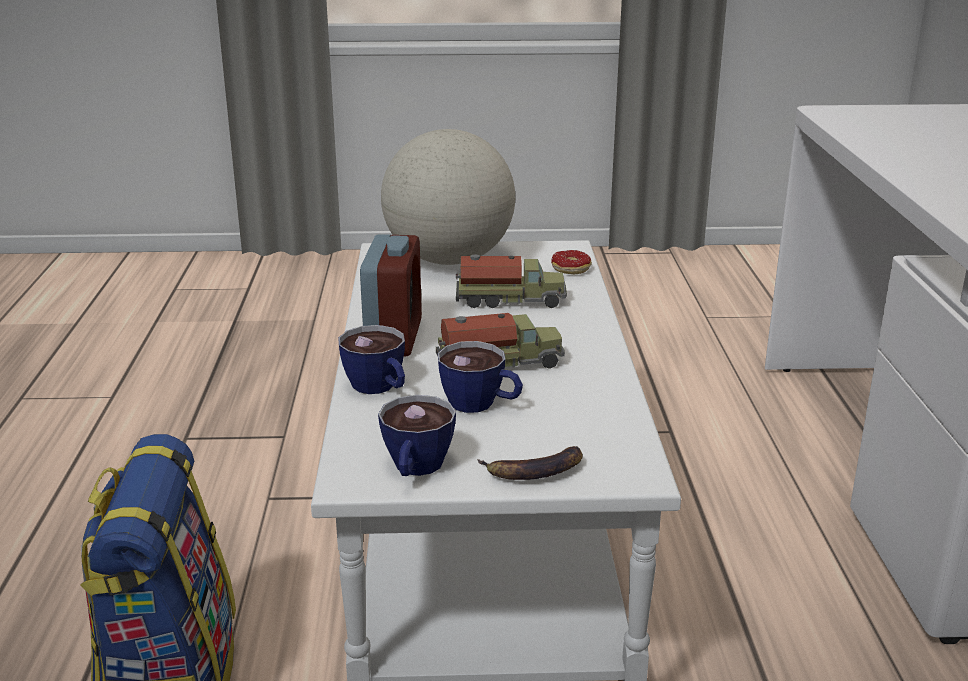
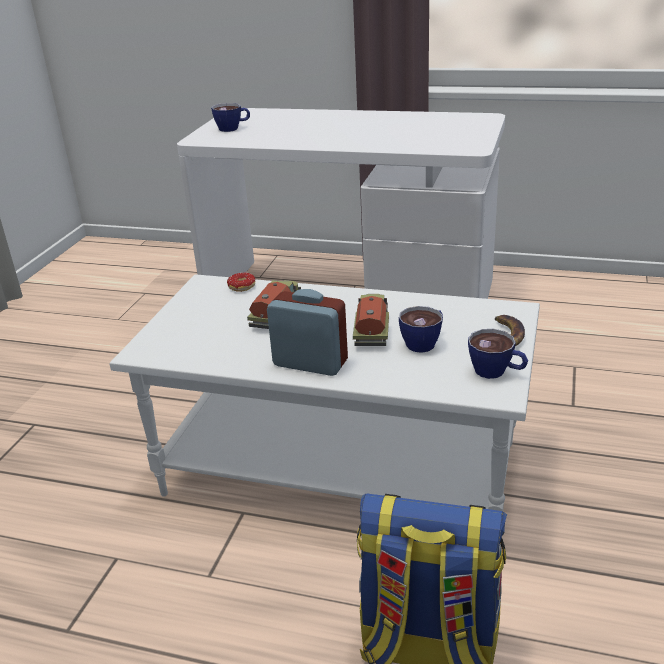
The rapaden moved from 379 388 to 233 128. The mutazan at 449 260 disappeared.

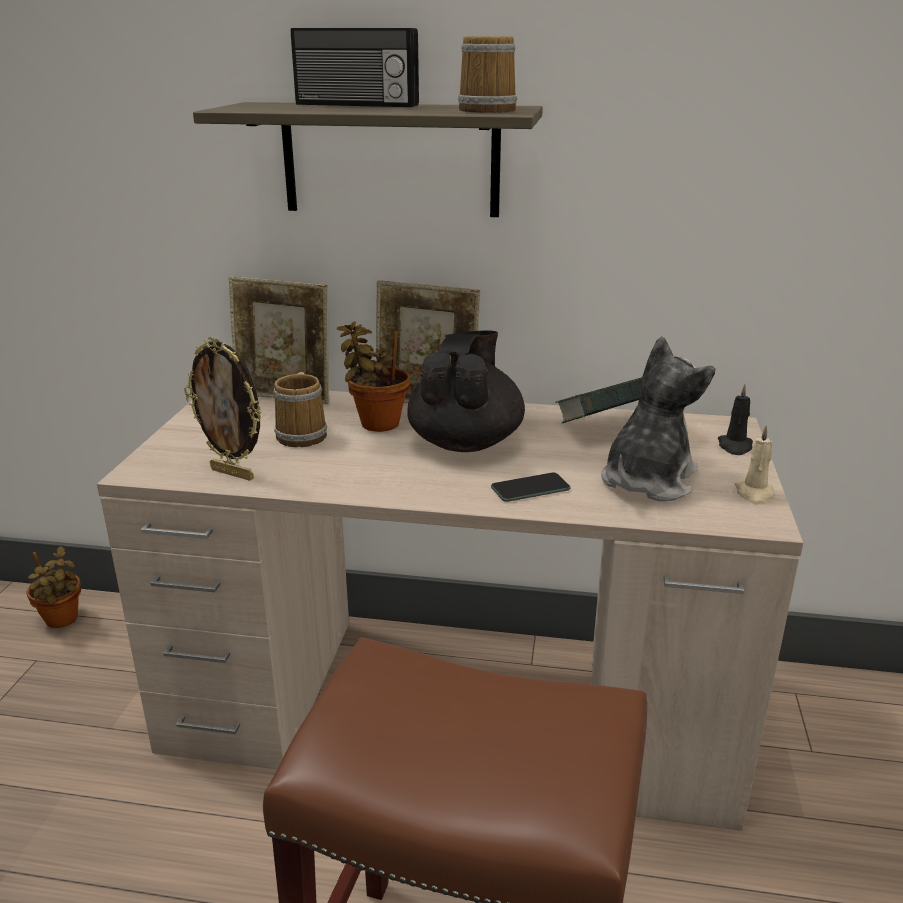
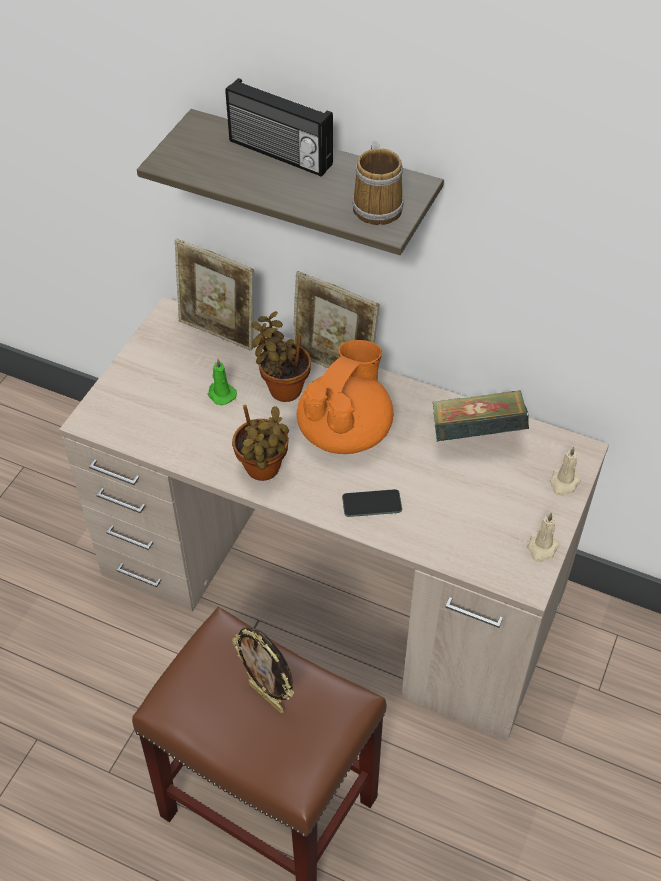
The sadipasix moved from 62 621 to 263 471. The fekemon moved from 233 473 to 267 697. The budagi at 303 434 was replaced by the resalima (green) at 221 394. The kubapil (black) at 465 442 became the kubapil (orange) at 345 431. The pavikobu at 647 480 disappeared. The resalima (black) at 735 446 became the resalima (beige) at 563 483.

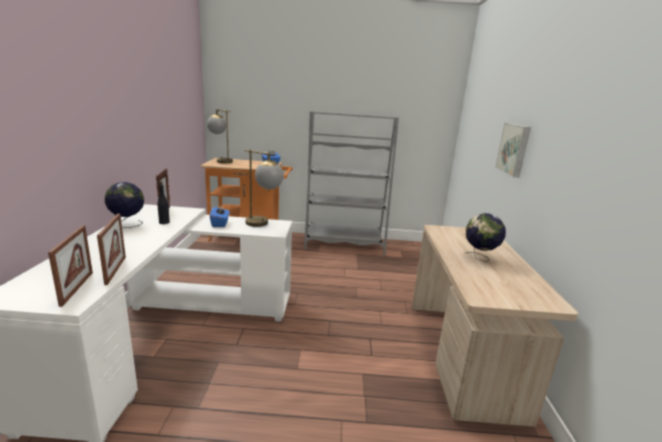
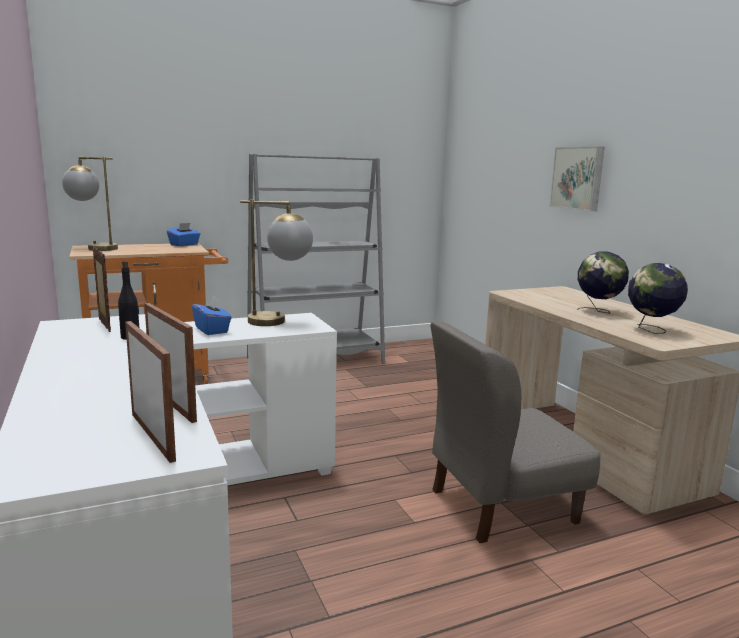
The mutazan moved from 127 225 to 651 330. The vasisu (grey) at 501 505 appeared.

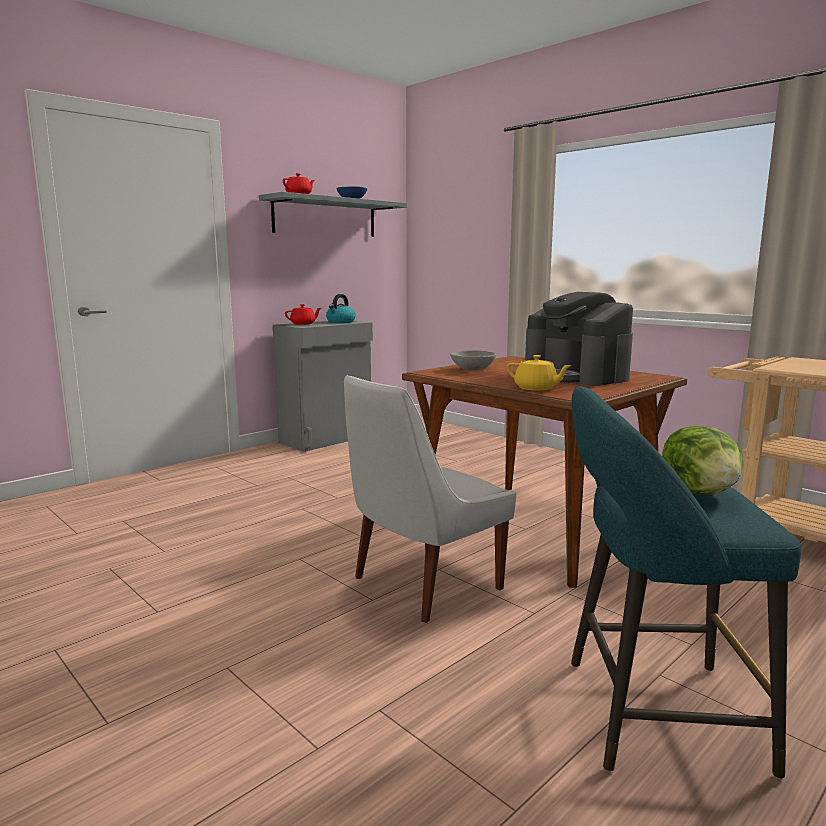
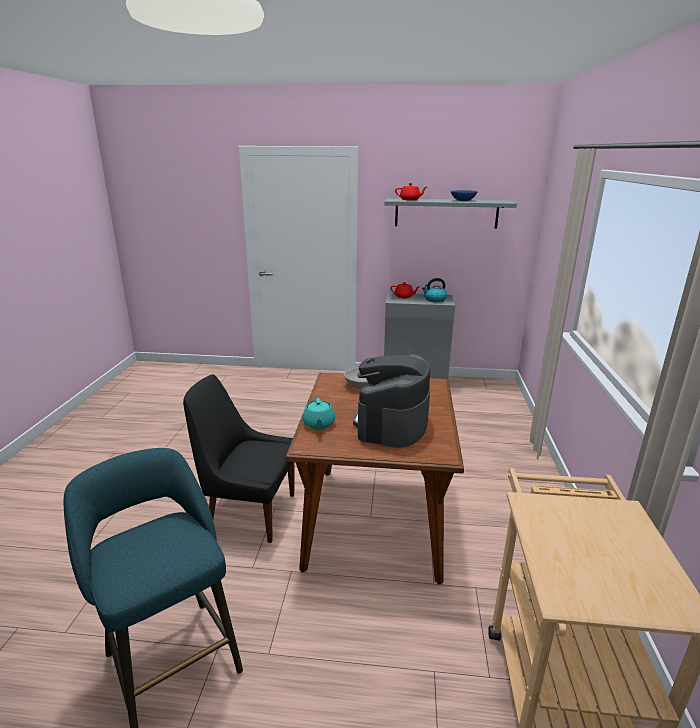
The vasisu (white) at 422 585 became the vasisu (black) at 249 512. The kubapil (yellow) at 536 388 became the kubapil (turquoise) at 318 424. The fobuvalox at 700 492 disappeared.

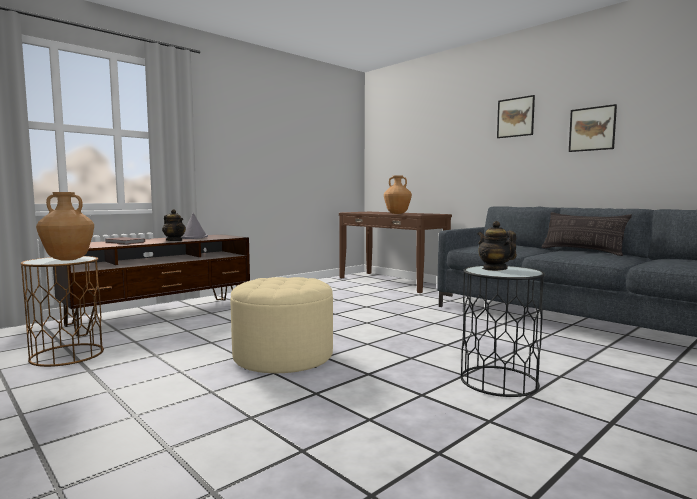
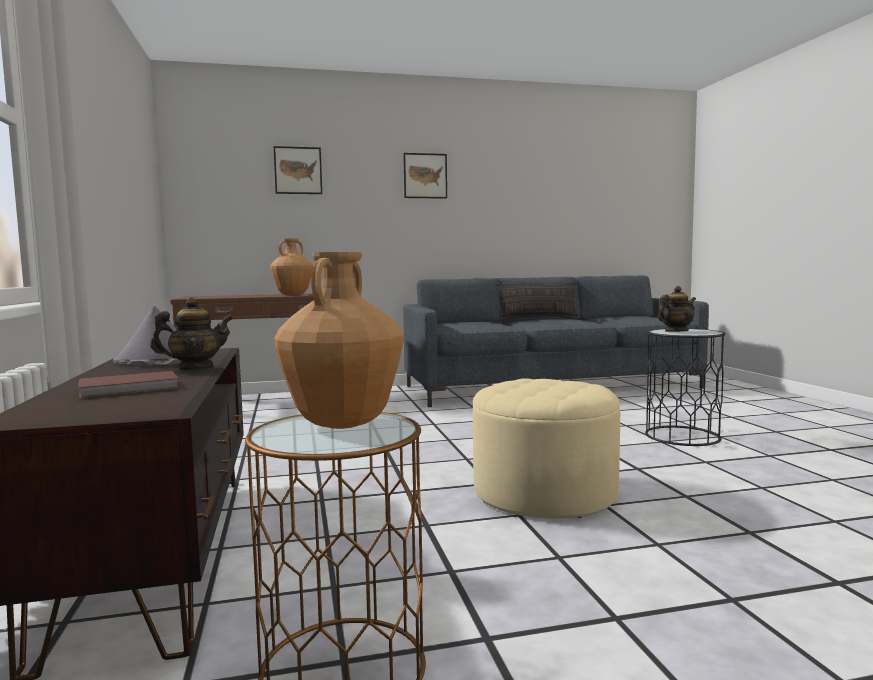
The kubapil at 494 269 turned 150 degrees clockwise. The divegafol moved from 592 129 to 298 170.

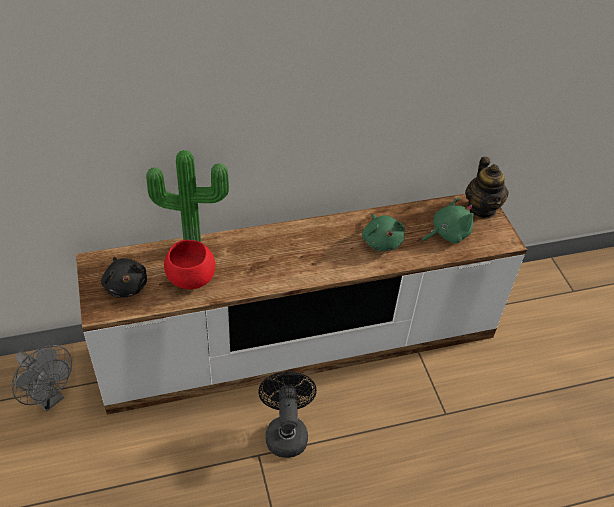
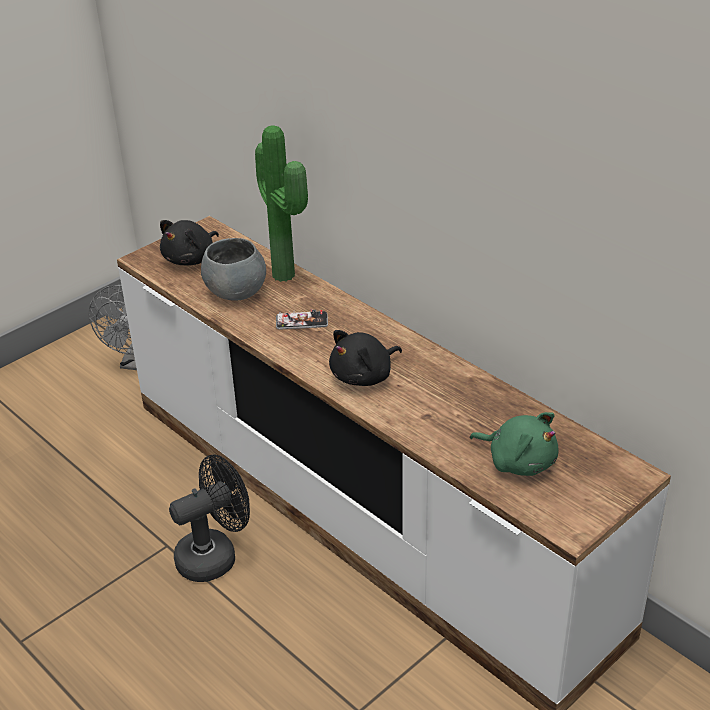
The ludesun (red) at 190 278 became the ludesun (grey) at 236 292. The pavikobu (green) at 381 241 disappeared. The kubapil at 482 208 disappeared. The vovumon at 302 321 appeared. The pavikobu (black) at 364 376 appeared.

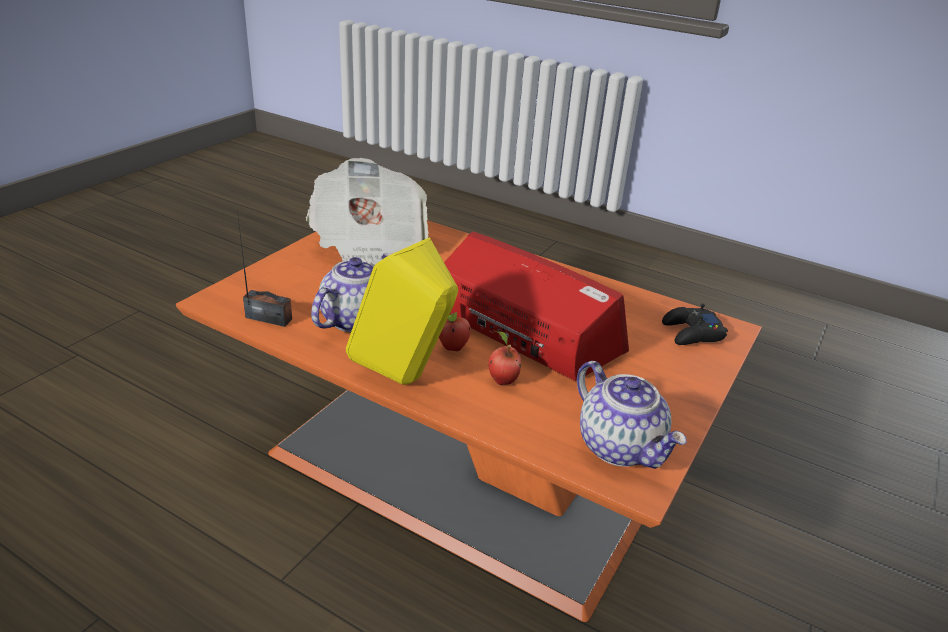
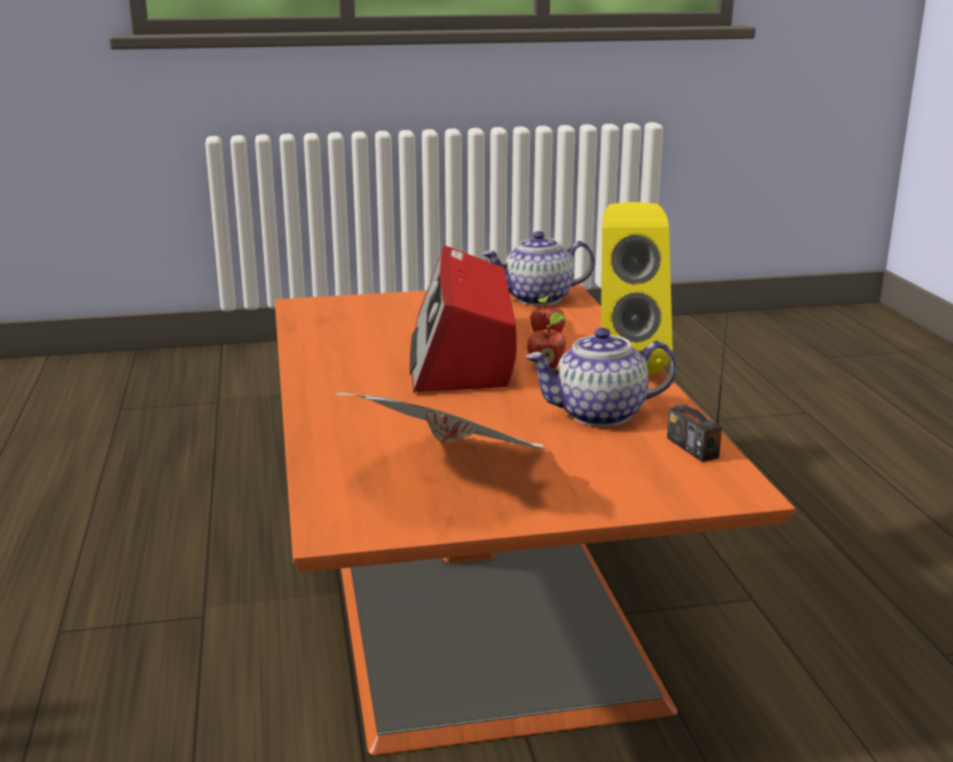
The kubapil at 621 447 turned 120 degrees counterclockwise. The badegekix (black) at 692 333 disappeared.

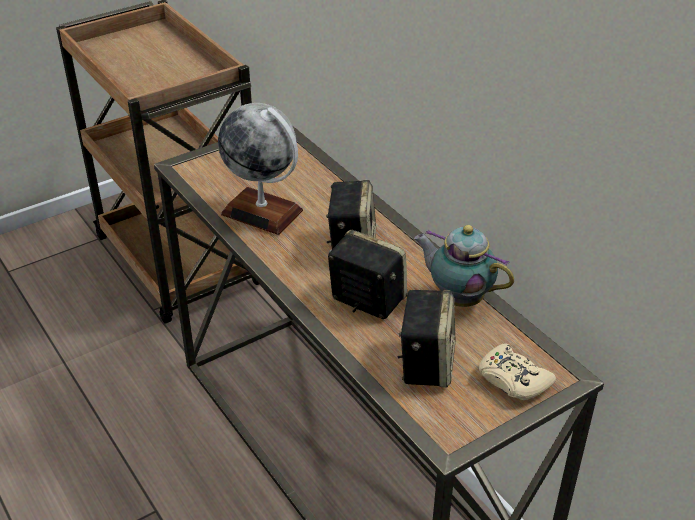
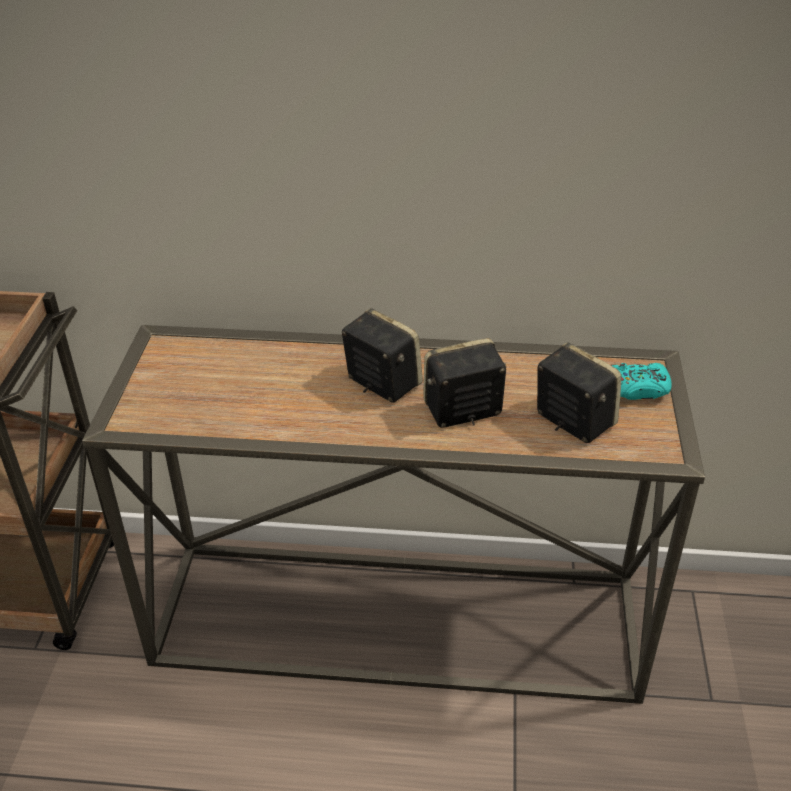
The mutazan at 262 212 disappeared. The kubapil at 458 298 disappeared. The badegekix (beige) at 513 379 became the badegekix (turquoise) at 636 388.

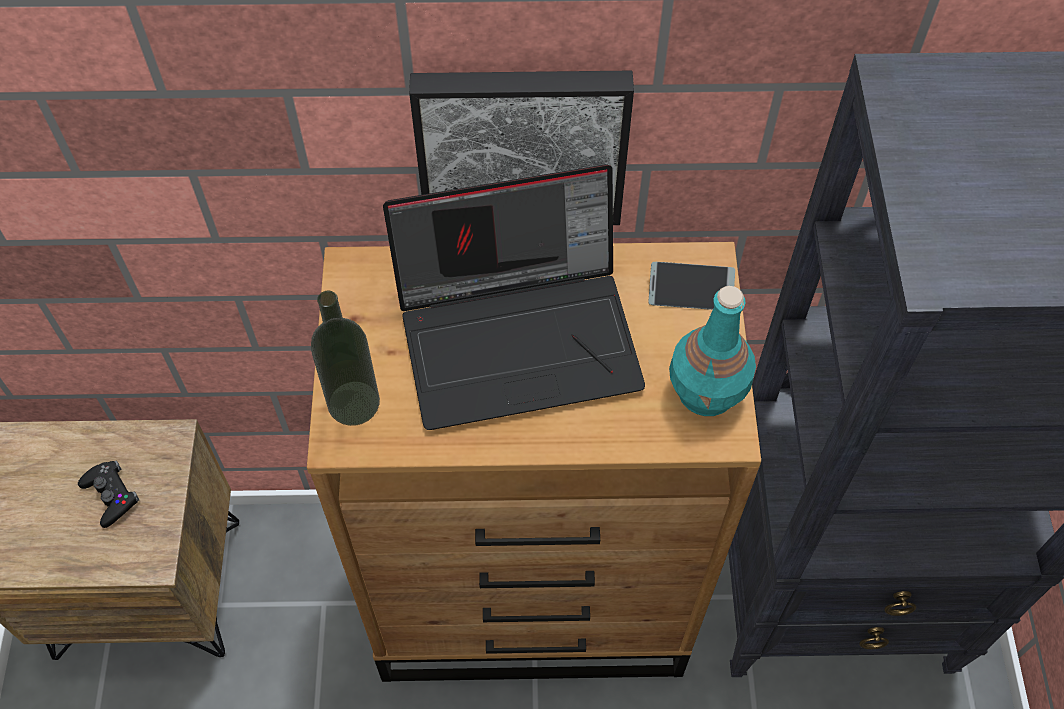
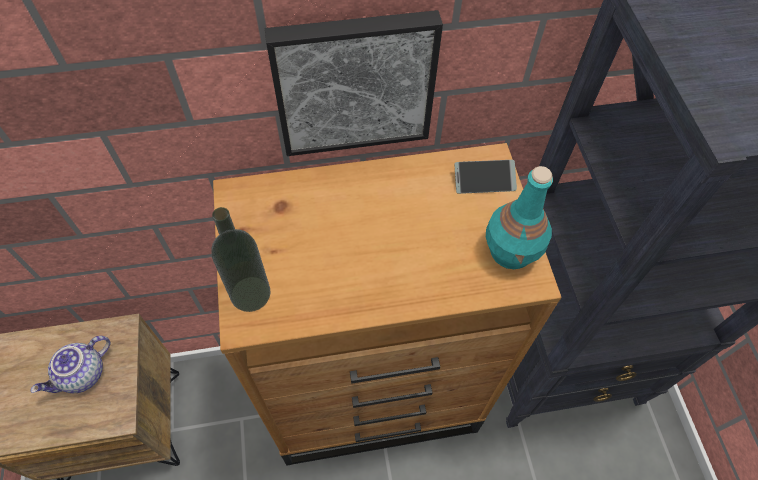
The badegekix (black) at 111 495 was replaced by the kubapil at 83 375. The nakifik at 521 334 disappeared.

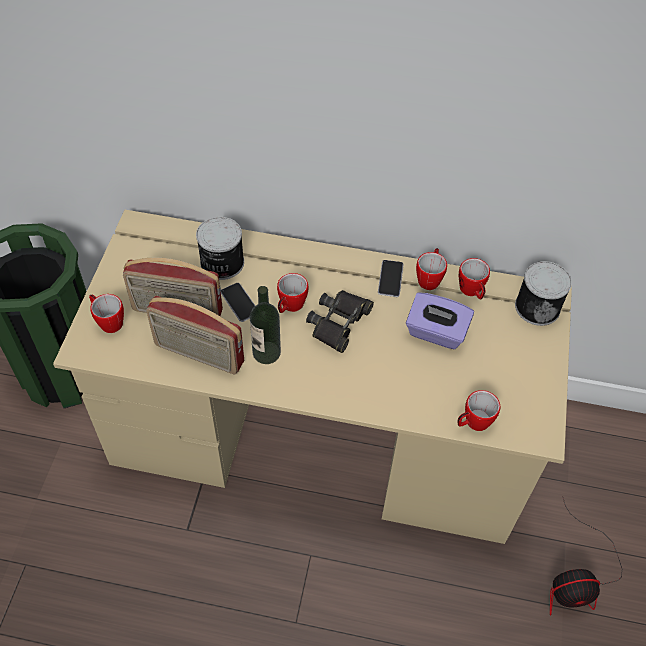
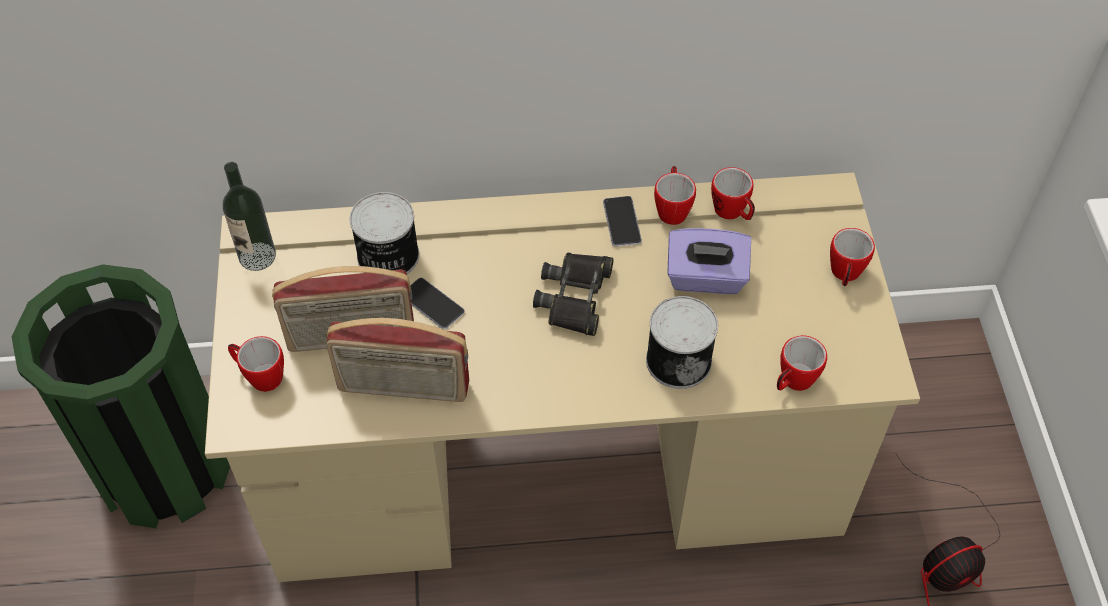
The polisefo moved from 266 352 to 257 256. The budagi moved from 290 306 to 845 275. The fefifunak moved from 537 306 to 678 359.

